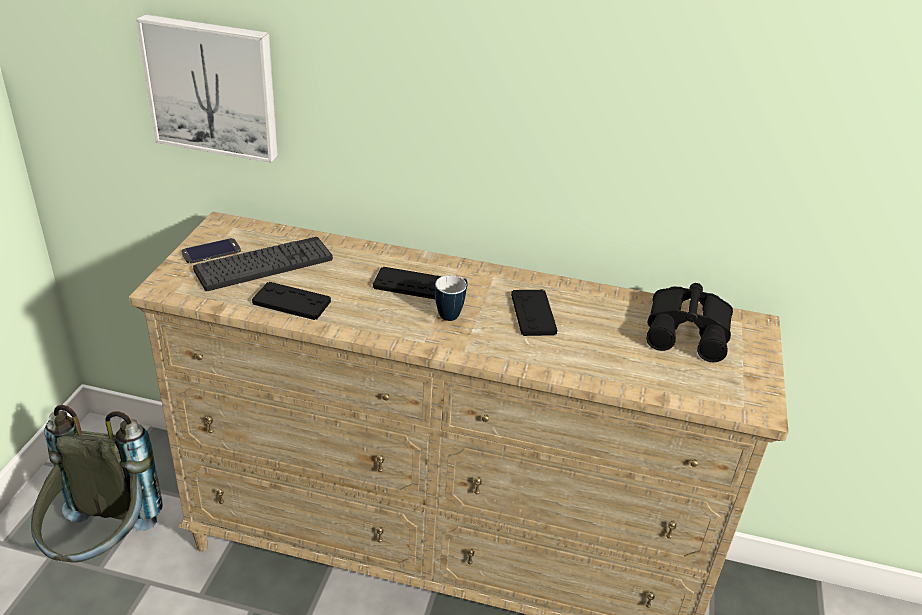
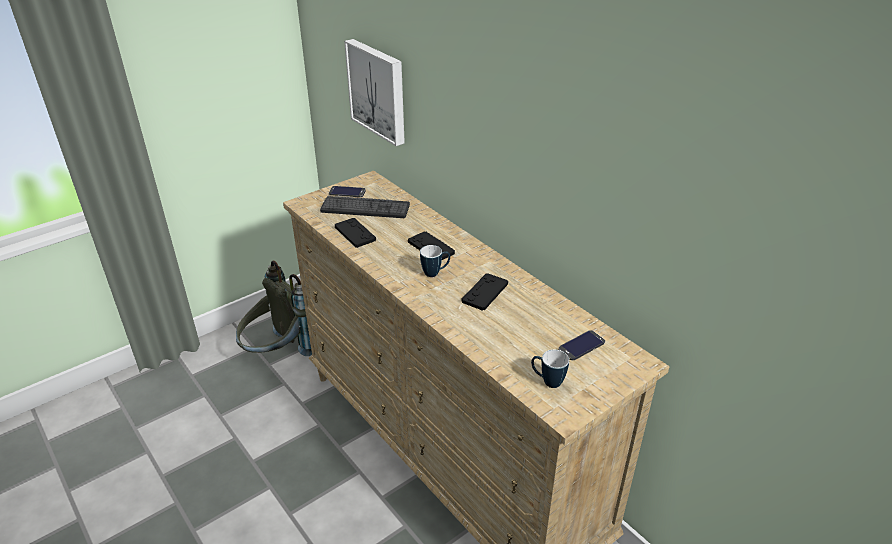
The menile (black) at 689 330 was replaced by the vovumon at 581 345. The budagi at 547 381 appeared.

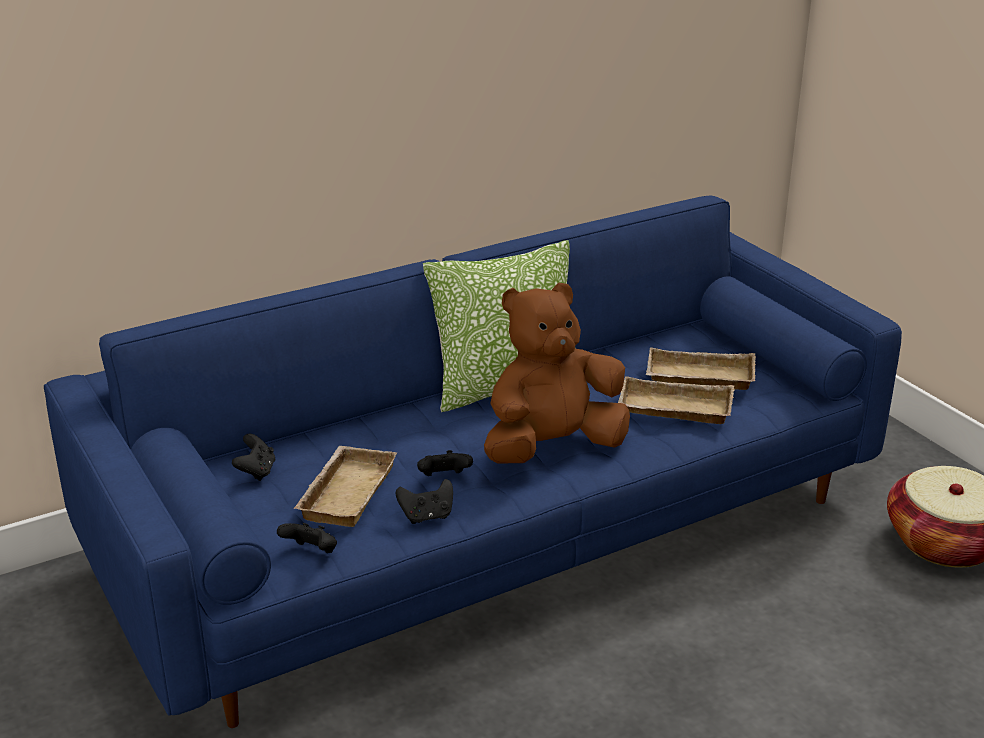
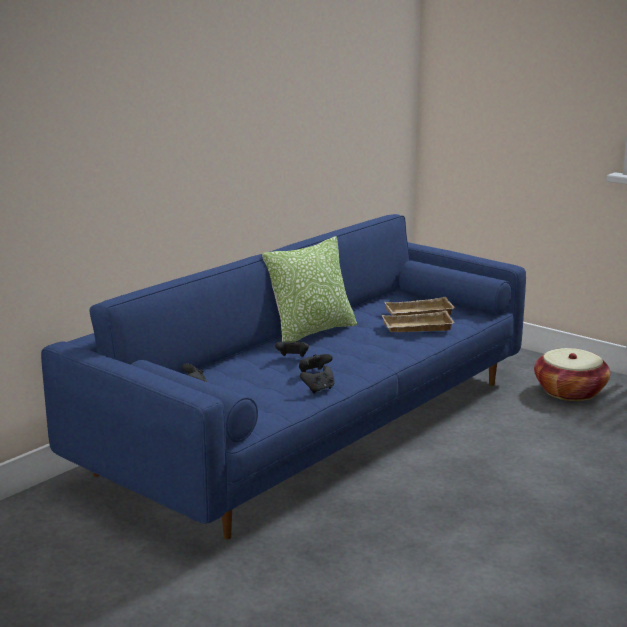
The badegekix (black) moved from 311 553 to 292 358. The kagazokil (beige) at 345 492 disappeared. The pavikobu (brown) at 552 448 disappeared.

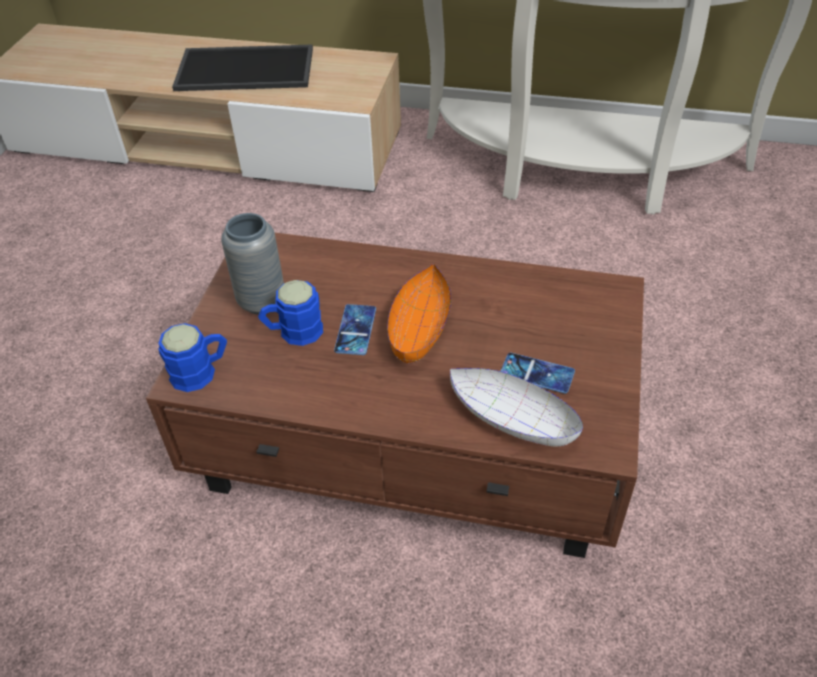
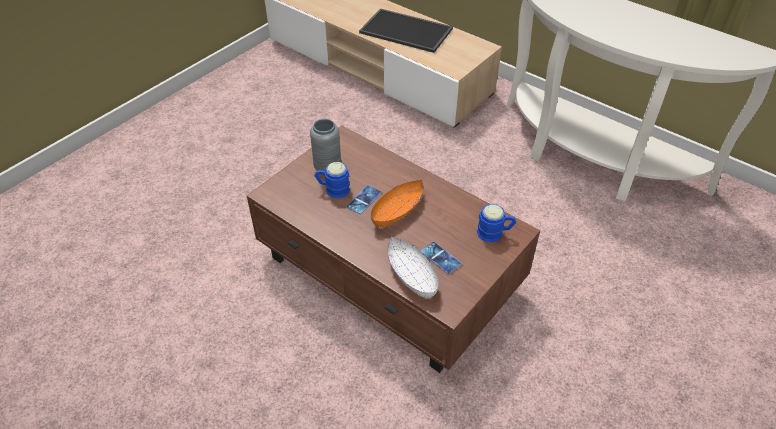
The budagi (blue) moved from 201 372 to 495 233.

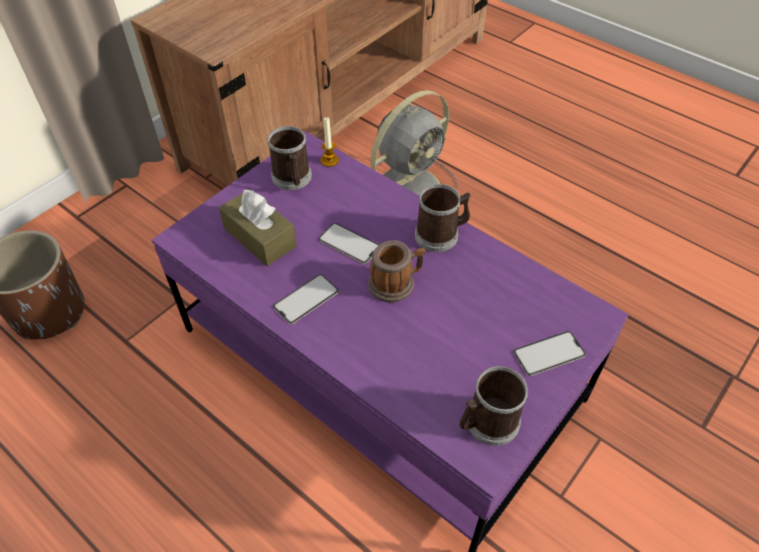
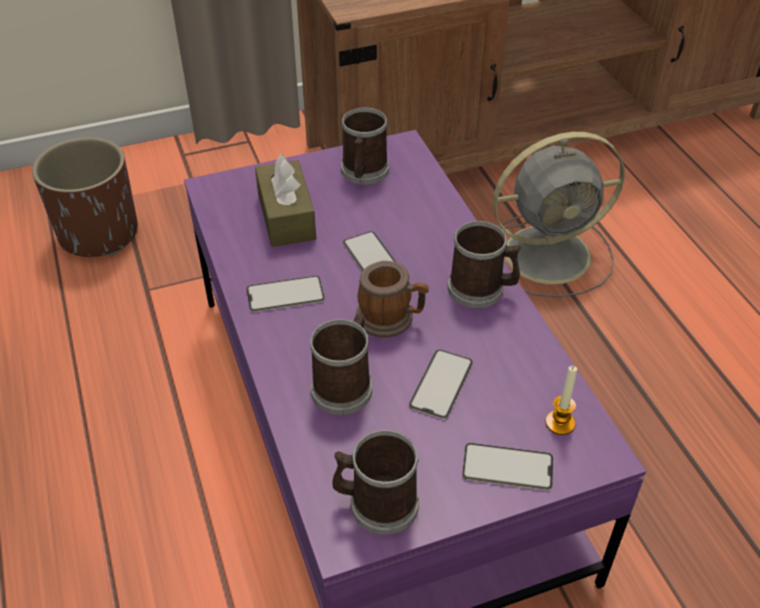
The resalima moved from 329 160 to 560 423. The budagi at 345 385 appeared. The vovumon at 441 384 appeared.

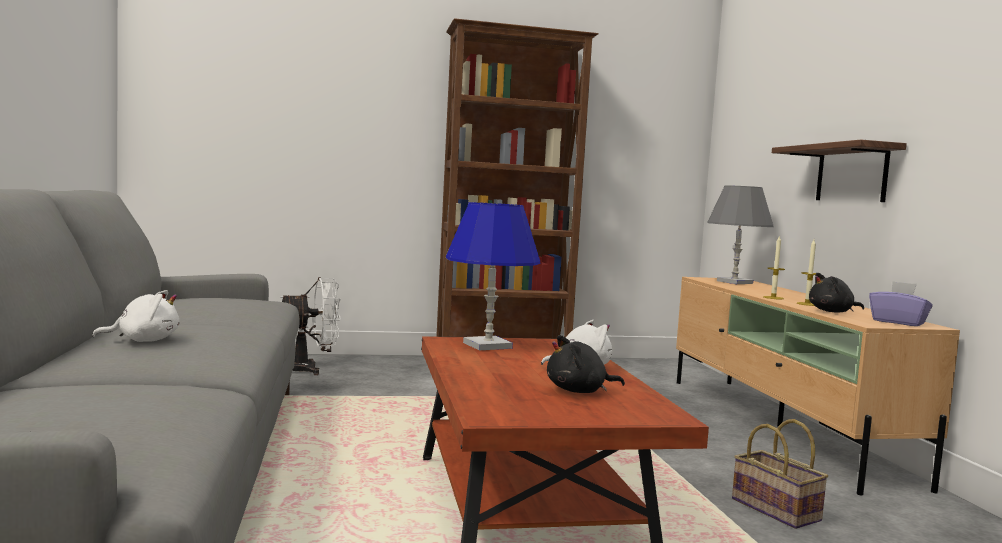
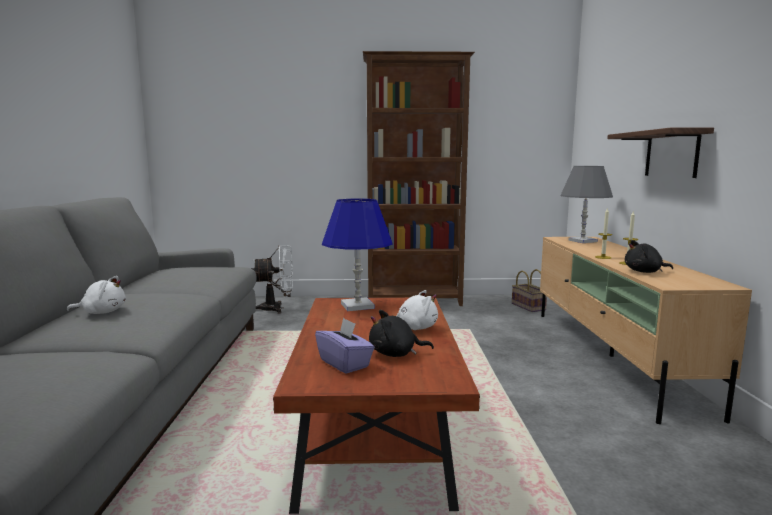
The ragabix moved from 778 510 to 529 307. The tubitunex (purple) moved from 898 322 to 345 363.

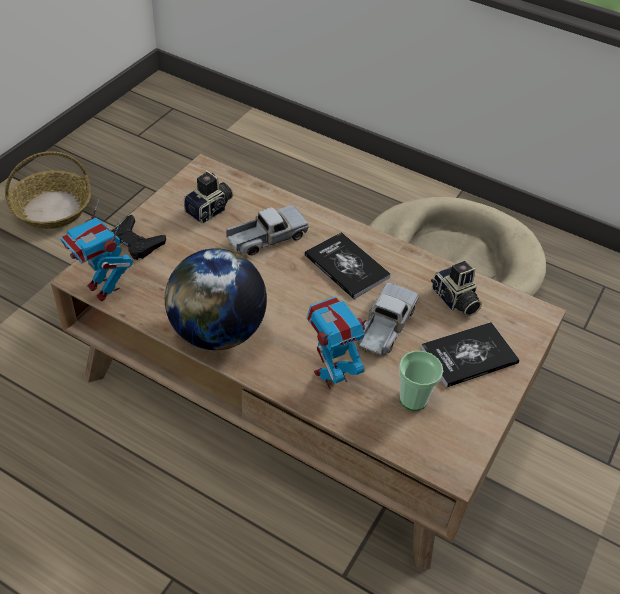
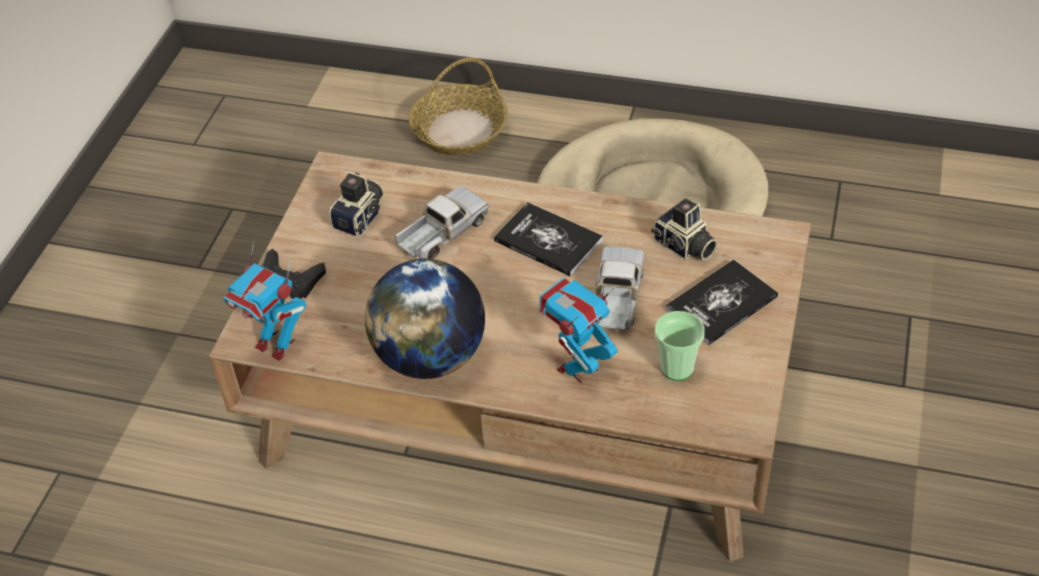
The ragabix moved from 52 208 to 460 130.

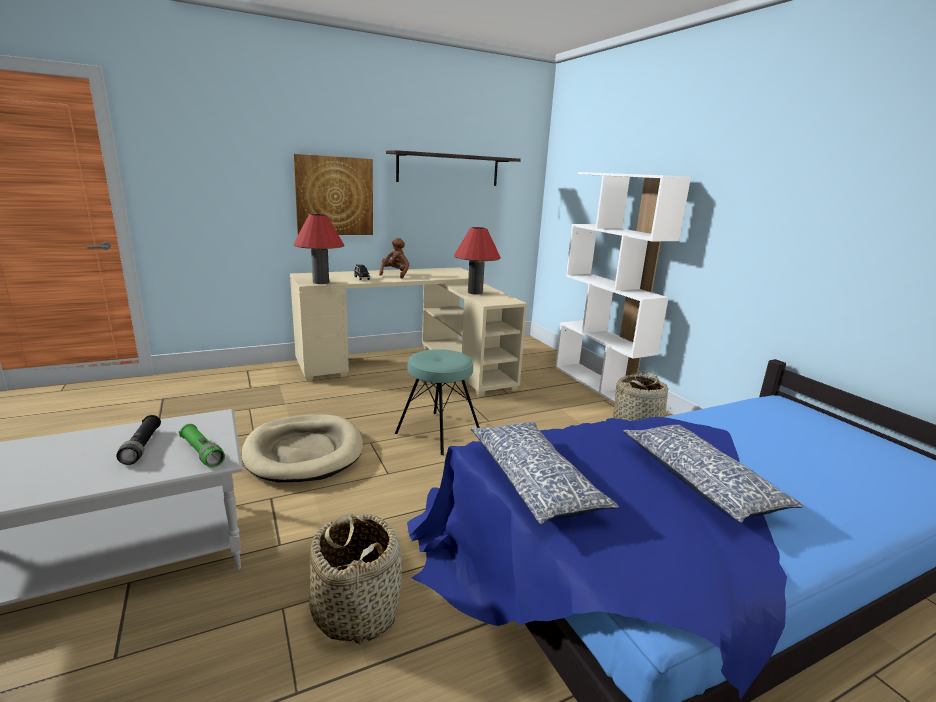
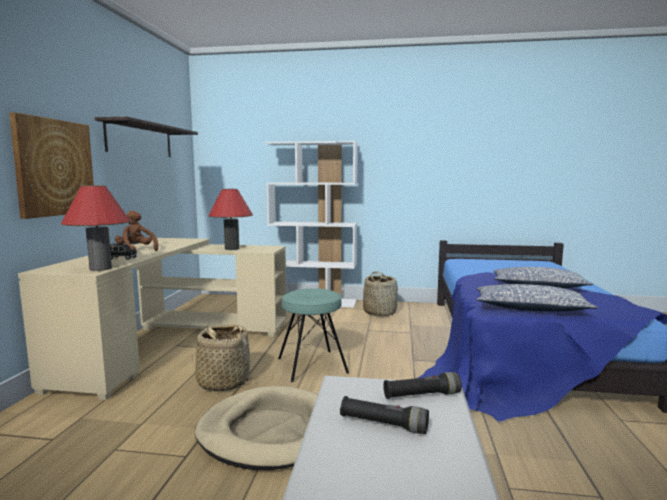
The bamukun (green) at 202 452 became the bamukun (black) at 421 395. The ragabix moved from 356 610 to 223 382.

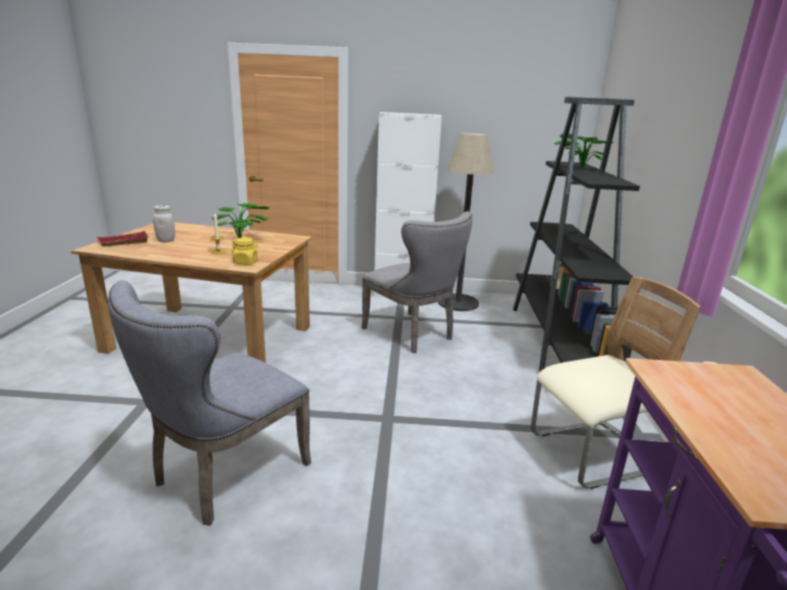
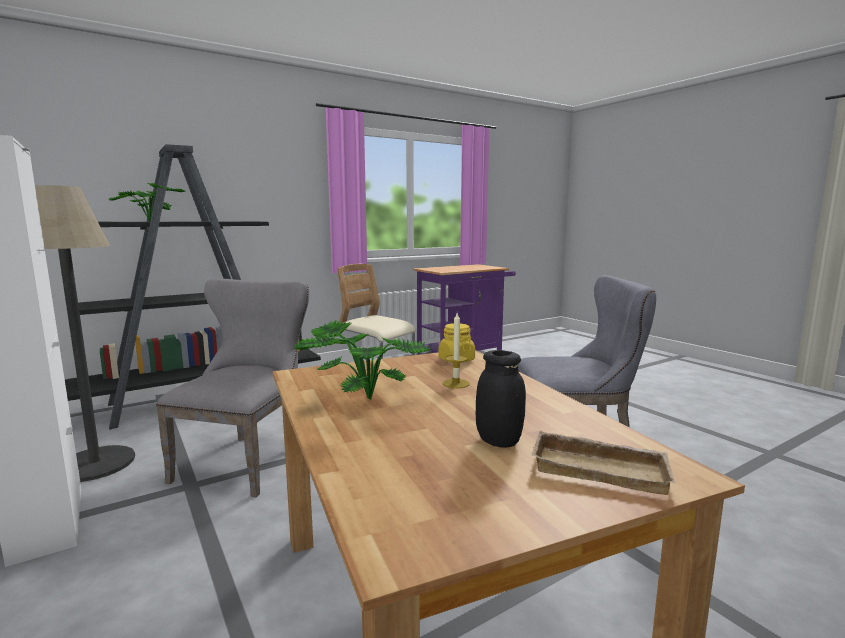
The kagazokil (red) at 123 243 became the kagazokil (beige) at 600 468. The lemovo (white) at 166 241 became the lemovo (black) at 498 441.

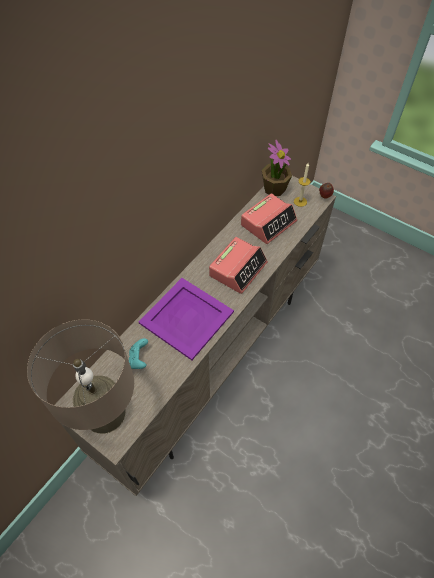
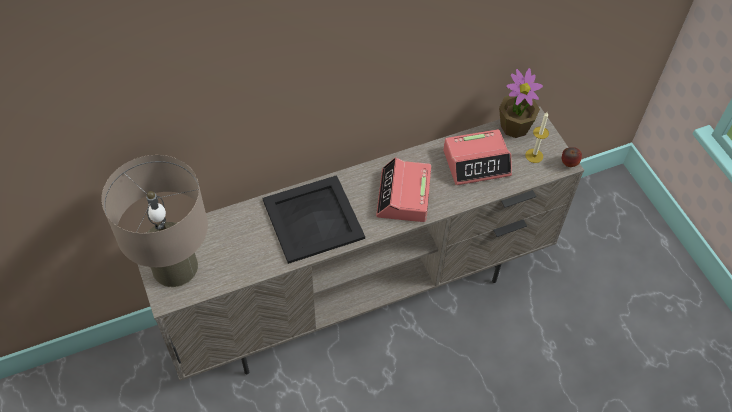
The badegekix (turquoise) at 139 359 disappeared. The kagazokil (purple) at 186 317 became the kagazokil (black) at 313 218. The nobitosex at 238 269 turned 120 degrees clockwise.

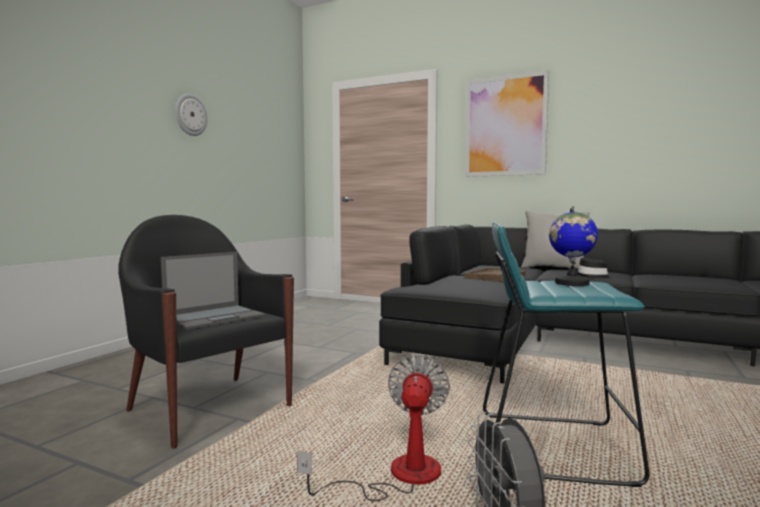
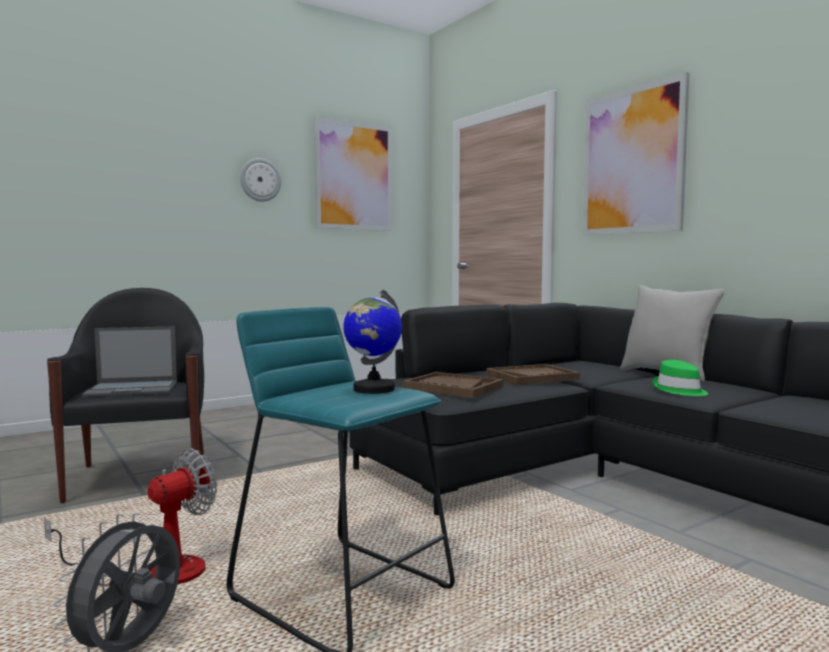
The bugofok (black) at 592 276 became the bugofok (green) at 679 390. The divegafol at 353 176 appeared. The kagazokil (brown) at 453 388 appeared.

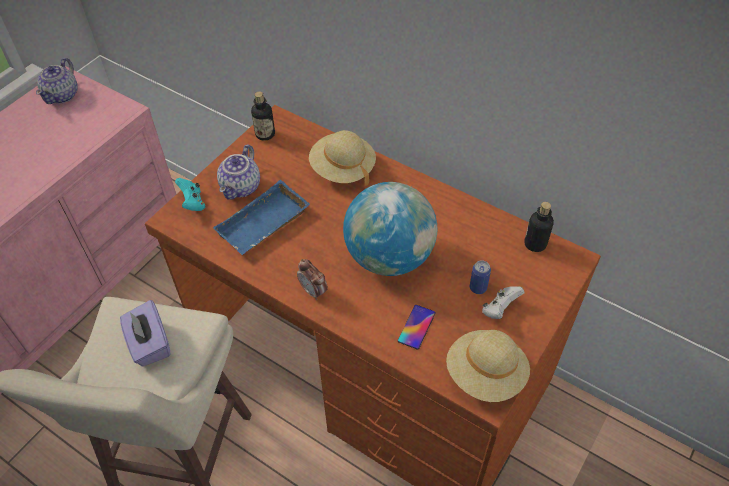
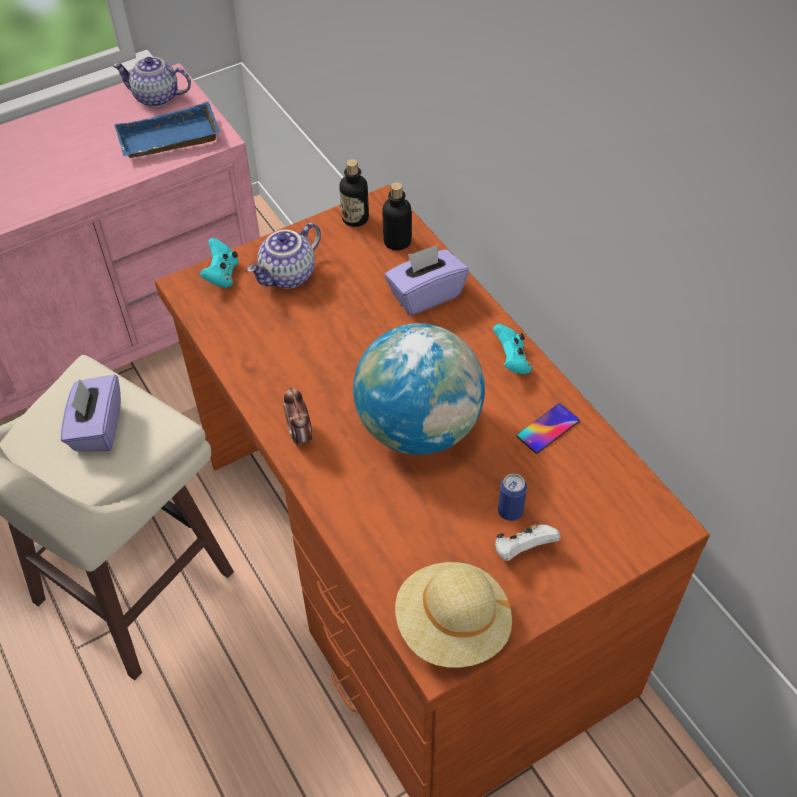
The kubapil at 62 95 turned 60 degrees clockwise. The kagazokil (blue) moved from 264 225 to 168 141. The bugofok (beige) at 342 169 was replaced by the tubitunex (purple) at 425 295. The vovumon moved from 416 327 to 548 428. The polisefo moved from 535 244 to 397 242. The badegekix (turquoise) at 512 361 appeared.

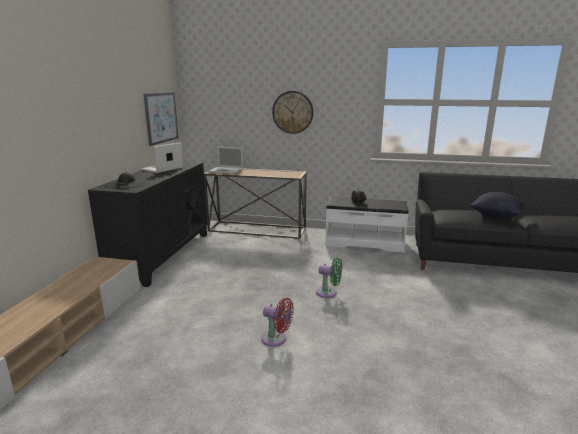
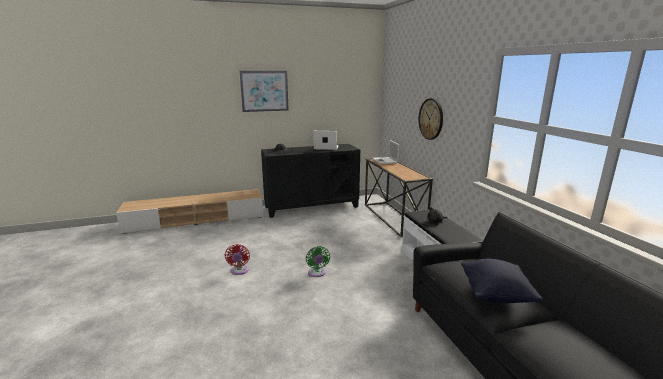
The divegafol moved from 161 117 to 264 91.

